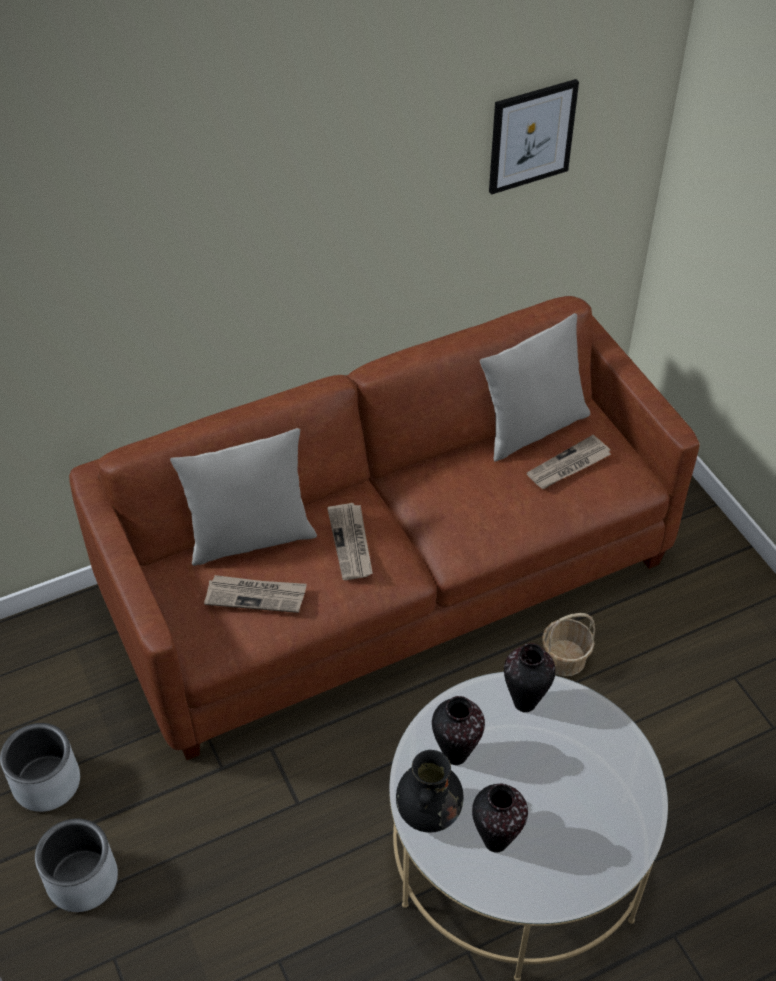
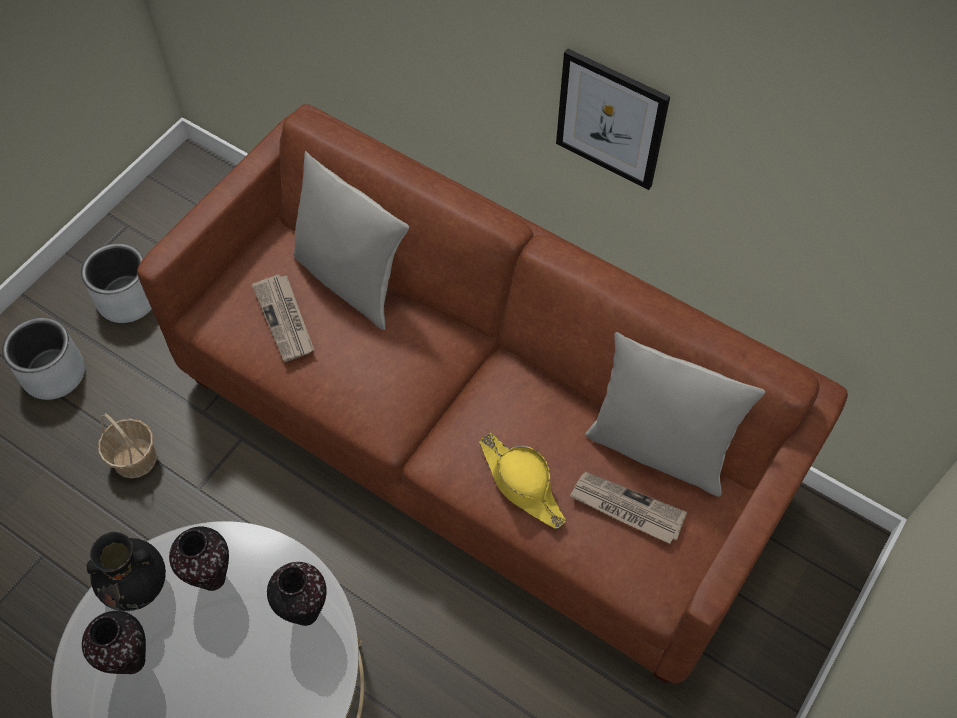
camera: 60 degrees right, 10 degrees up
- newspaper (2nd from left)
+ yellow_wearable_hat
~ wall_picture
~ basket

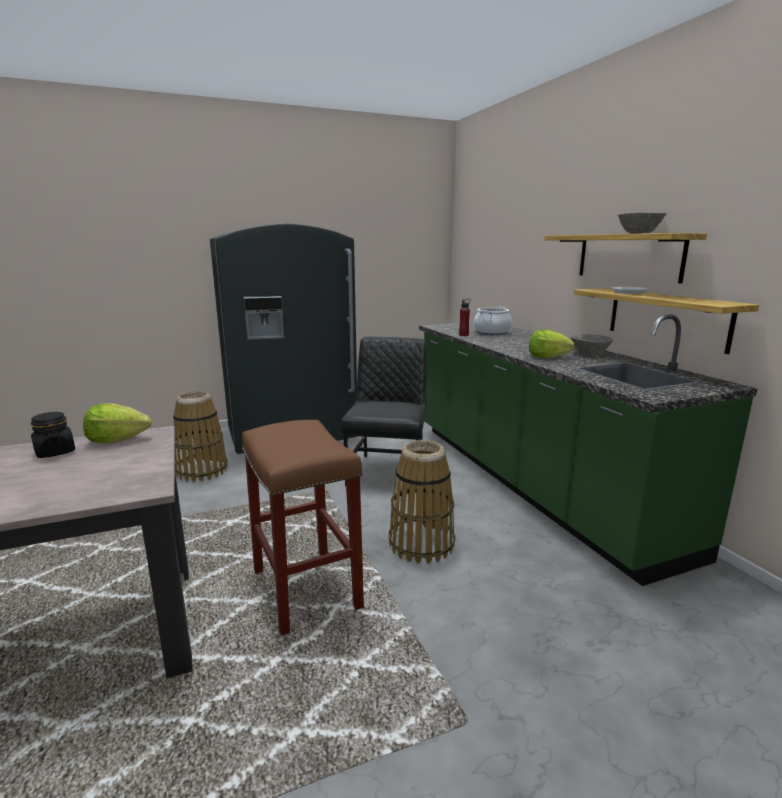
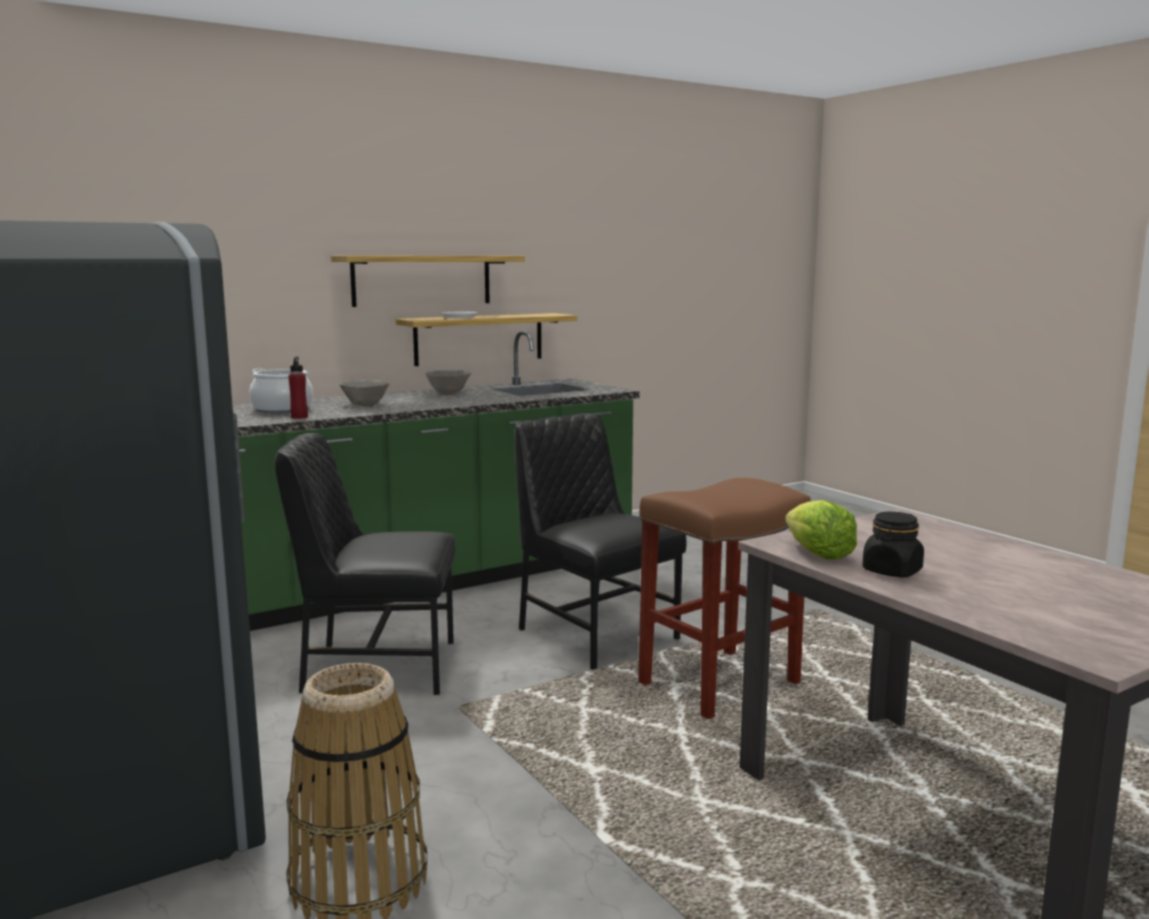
camera: 100 degrees left, 5 degrees down
- lettuce_head (2nd from left)
~ gray_deep_dish (2nd from left in the first image) to gray_deep_dish (1st from left)
~ basket (2nd from left) to blackish_upright_chair (2nd from left)

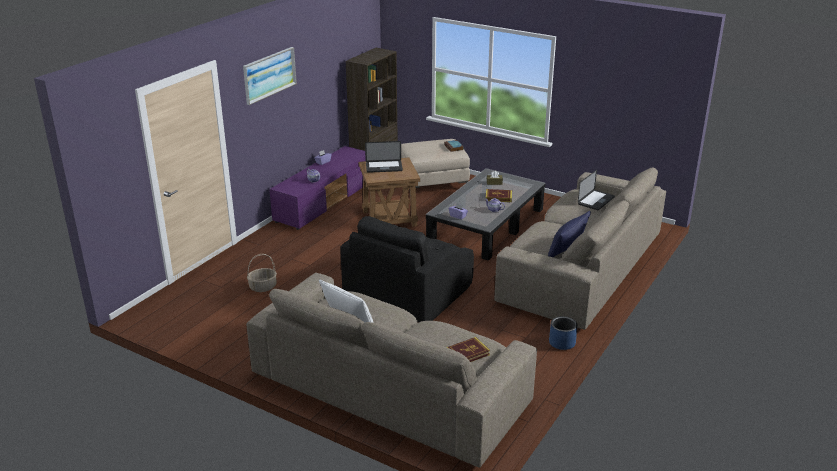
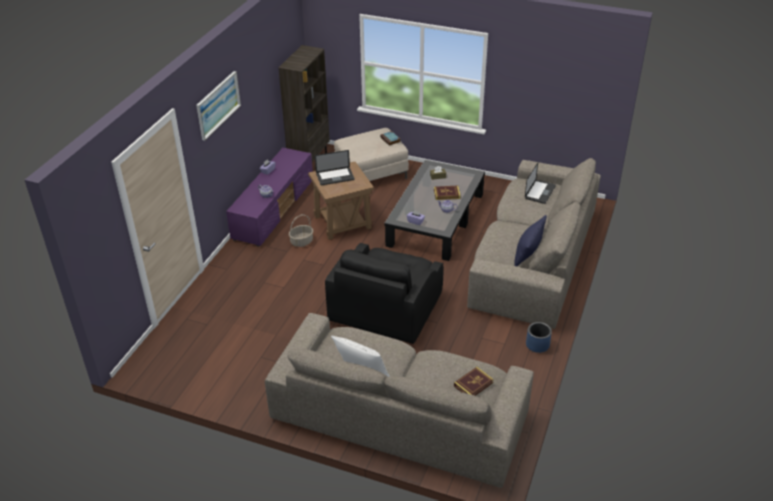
camera: 10 degrees left, 10 degrees up
~ basket

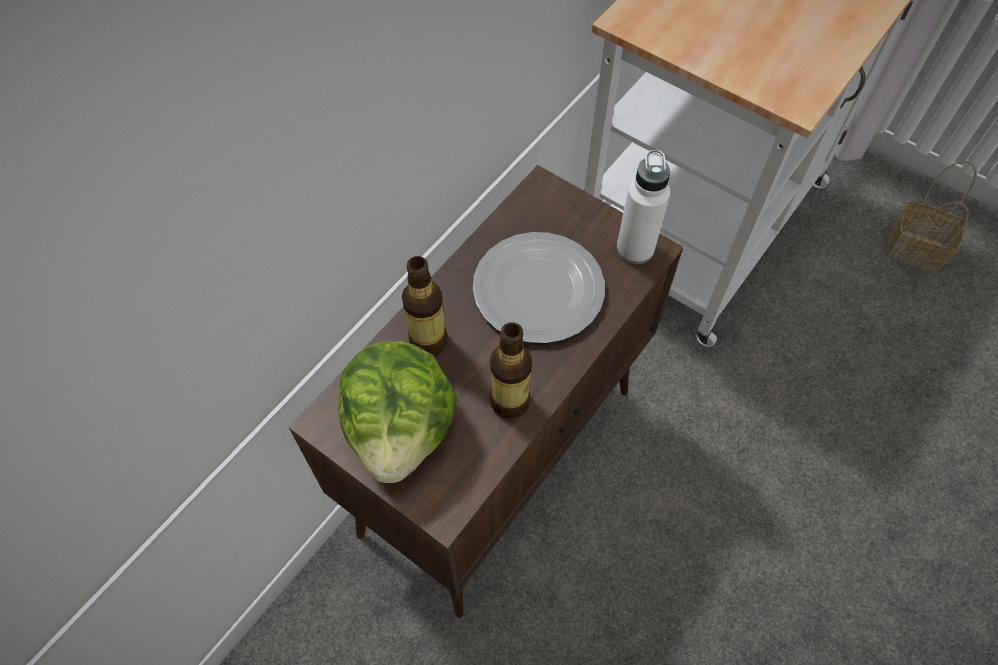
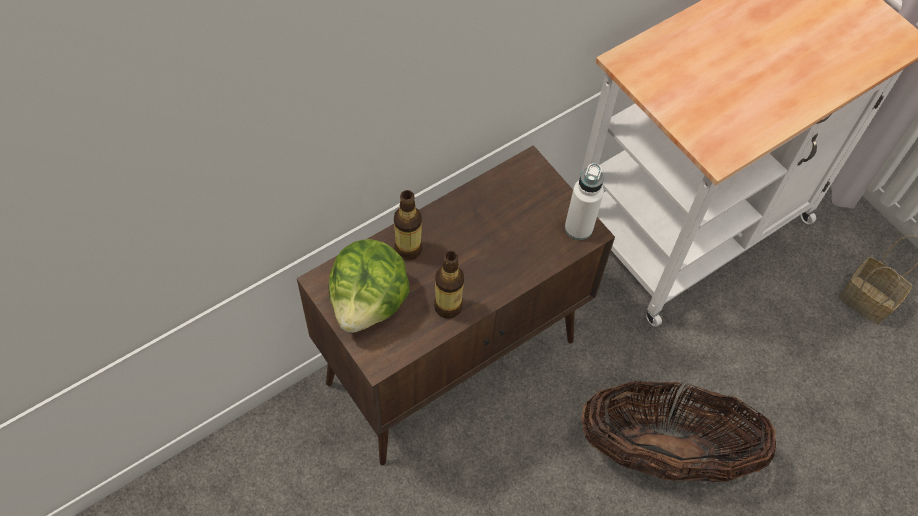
camera: 15 degrees right, 0 degrees up
- flat_dish
+ basket (1st from left)

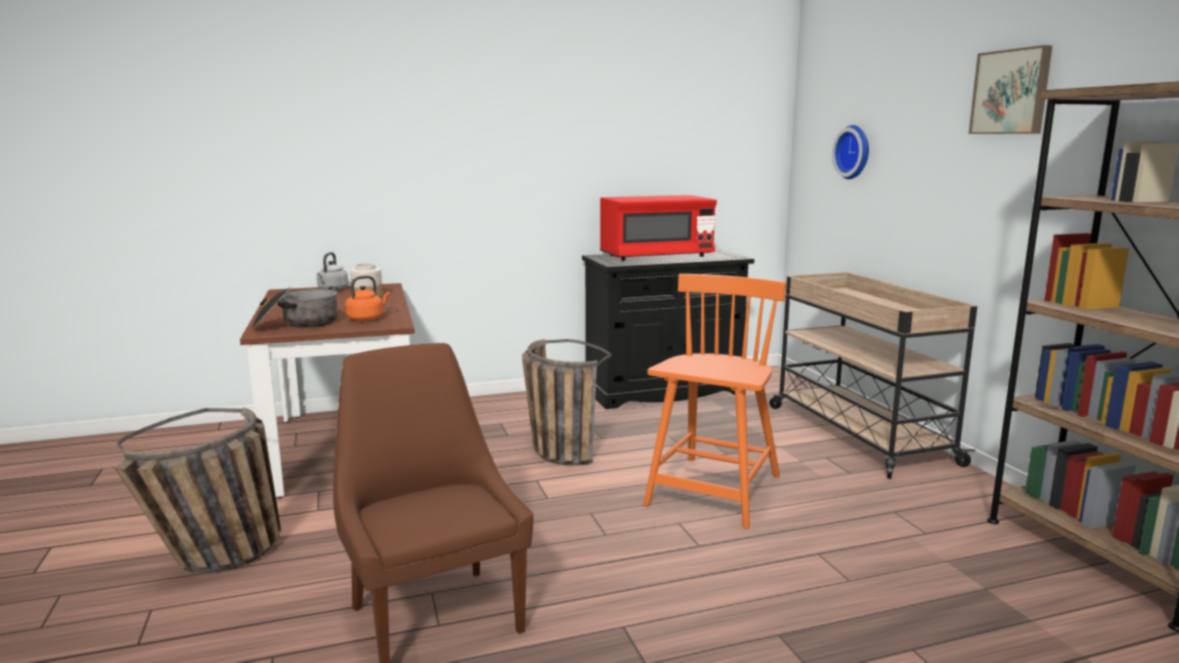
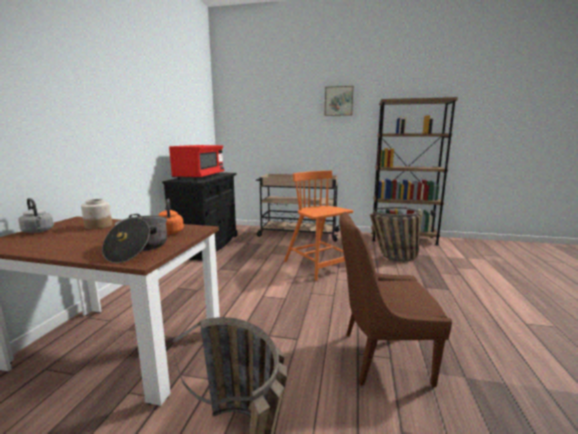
camera: 60 degrees left, 0 degrees up
- hanging_clock
~ basket (2nd from left)

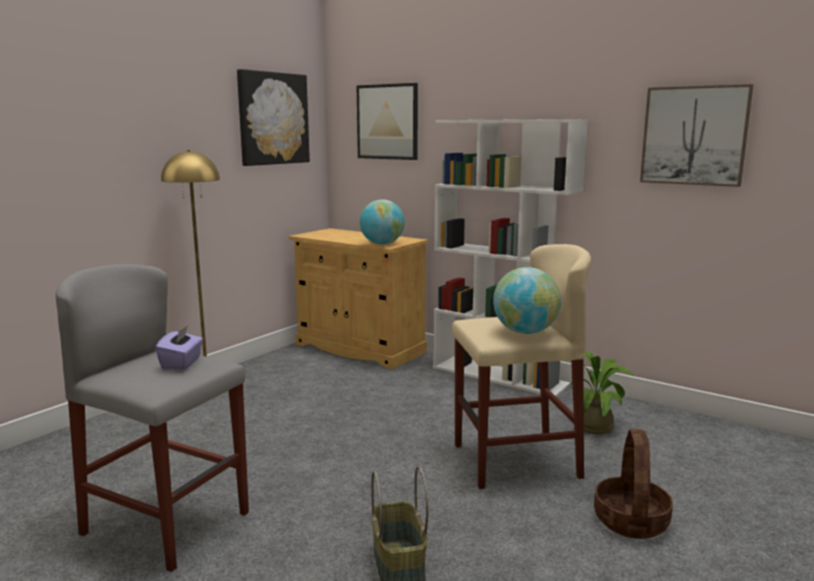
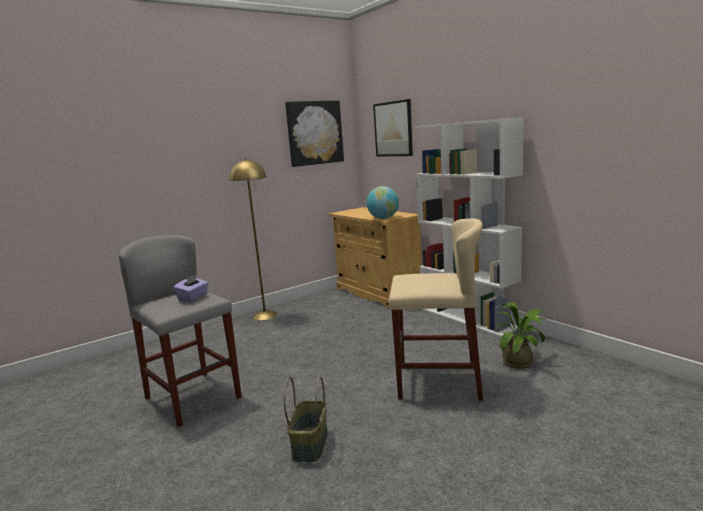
camera: 20 degrees right, 0 degrees up
- desk_globe (2nd from left)
- basket (2nd from left)
- wall_picture (3rd from left)

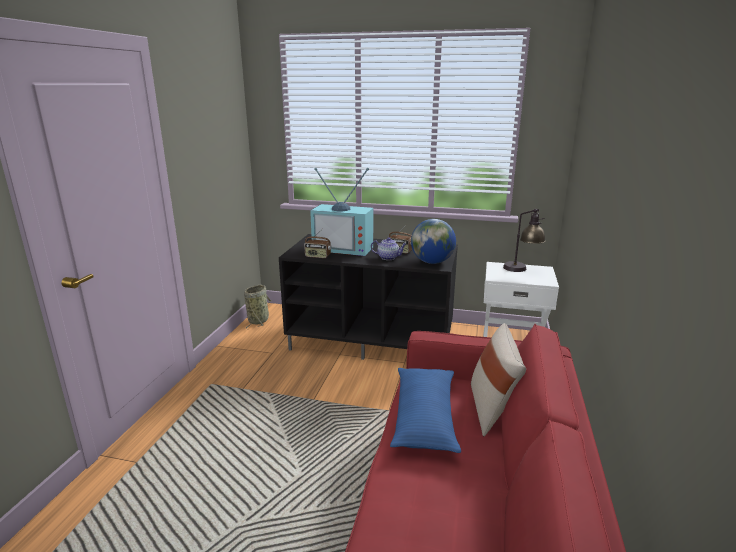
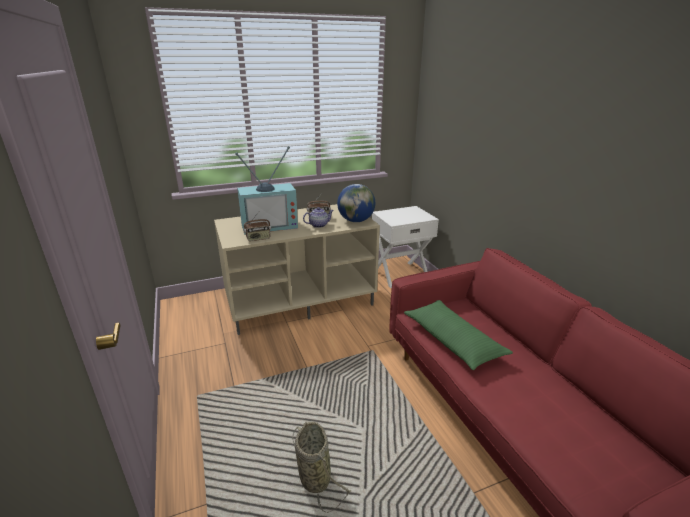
camera: 35 degrees left, 5 degrees up
- sand-coloured_cushion
- tabletop_lamp
~ basket
~ blackish_tv_stand to sand-coloured_tv_stand
~ bluish_cushion to green-coloured_cushion

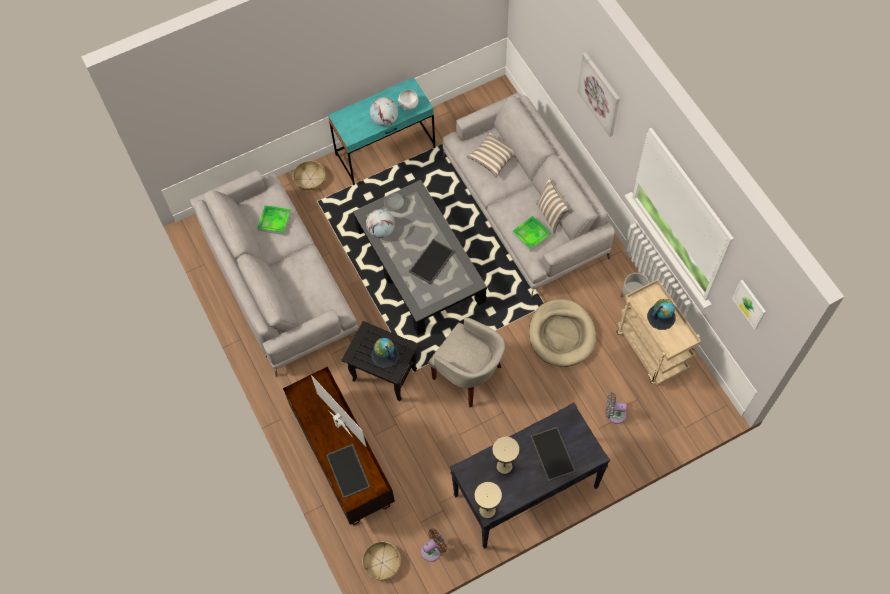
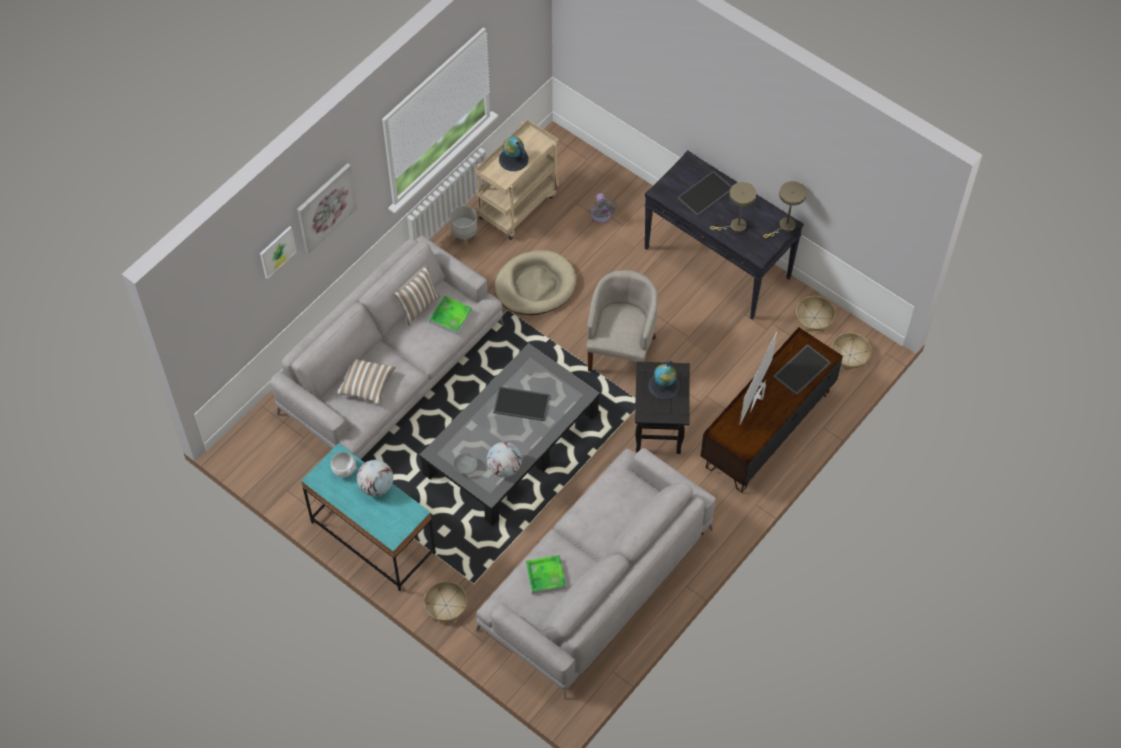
camera: 115 degrees left, 5 degrees down
~ wall_picture (2nd from left in the first image) to wall_picture (1st from left)
~ brown_cooling_fan to basket (2nd from left)

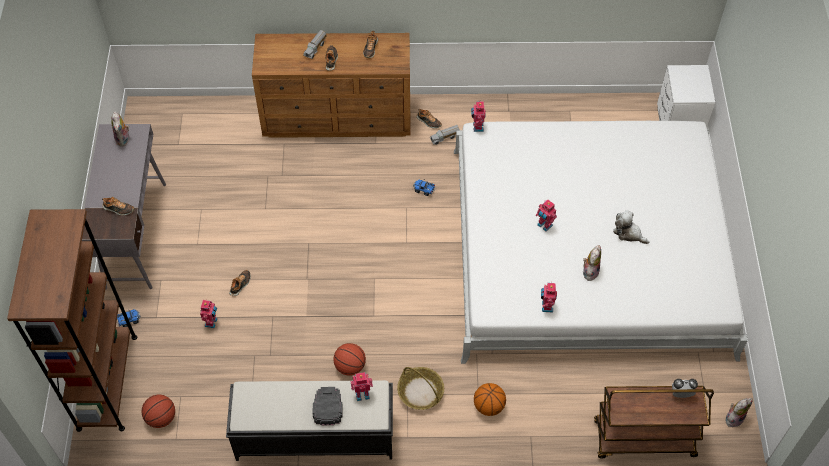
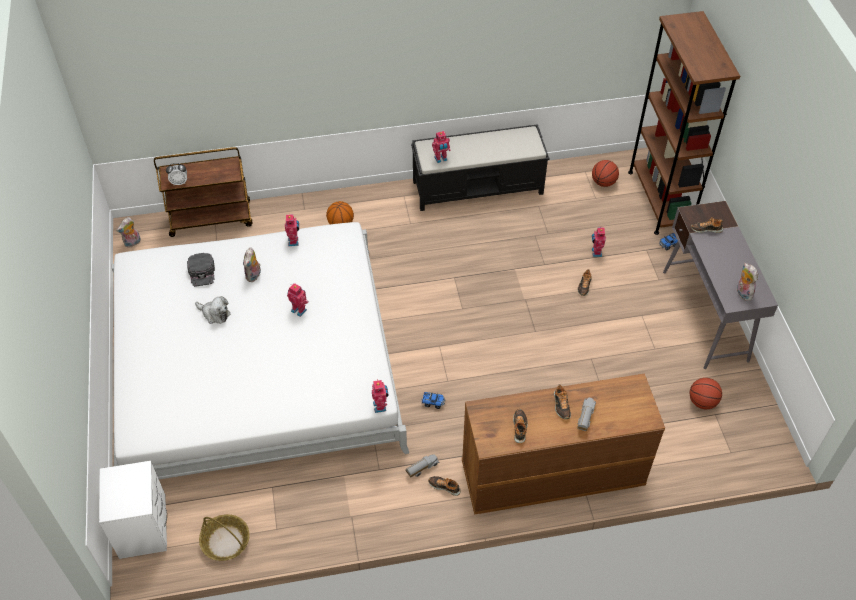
camera: 170 degrees right, 5 degrees down
~ blackish_peaked_cap
~ ball_for_basketball (2nd from left in the first image) to ball_for_basketball (3rd from left)
~ basket

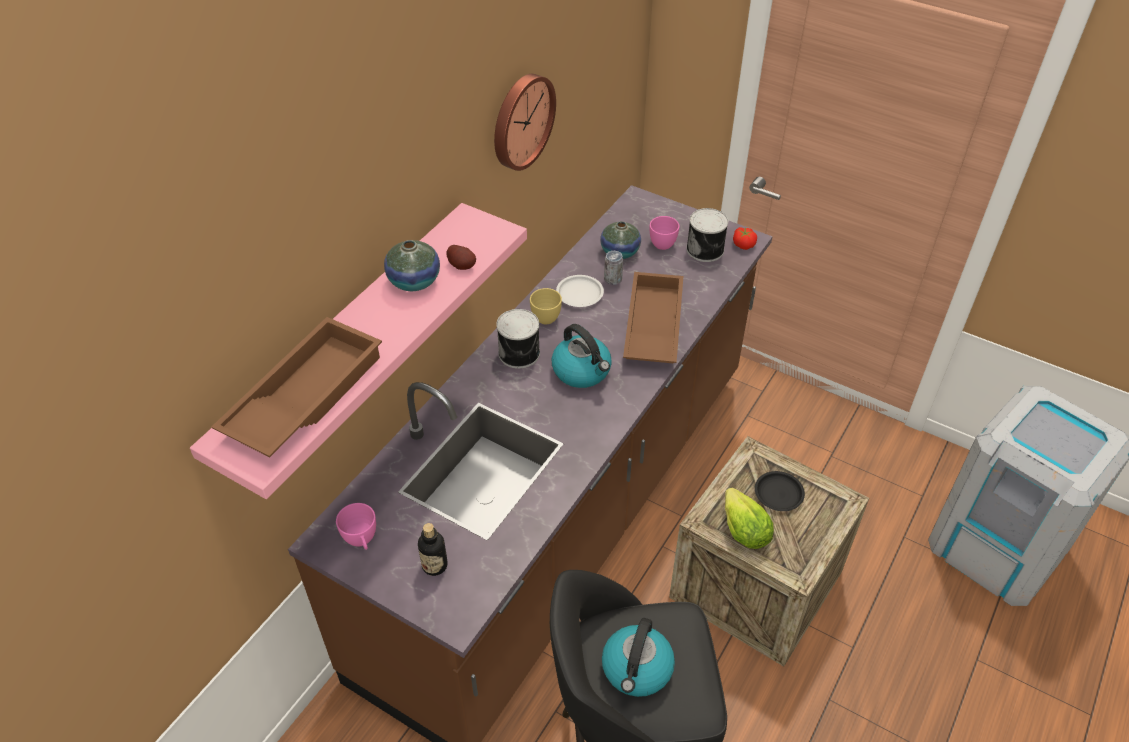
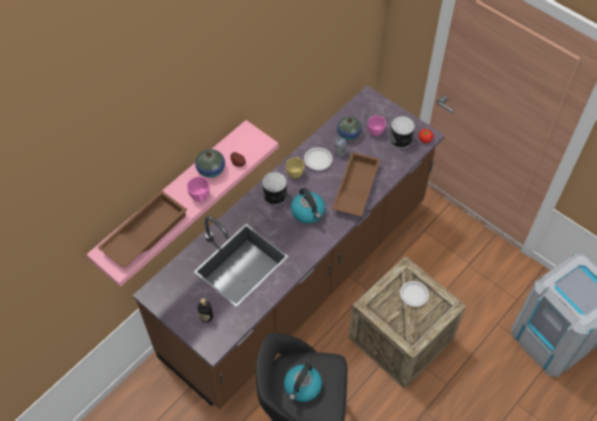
camera: 10 degrees right, 10 degrees up
- hanging_clock
- lettuce_head
~ pinkish_small_cup (1st from left)
~ blackish_flat_dish to white-coloured_flat_dish (2nd from left)

